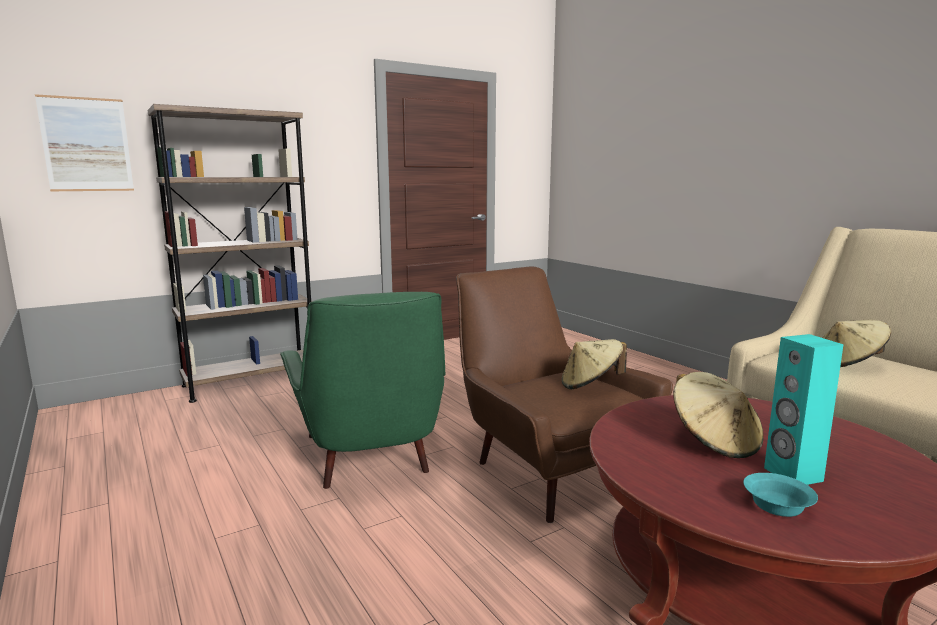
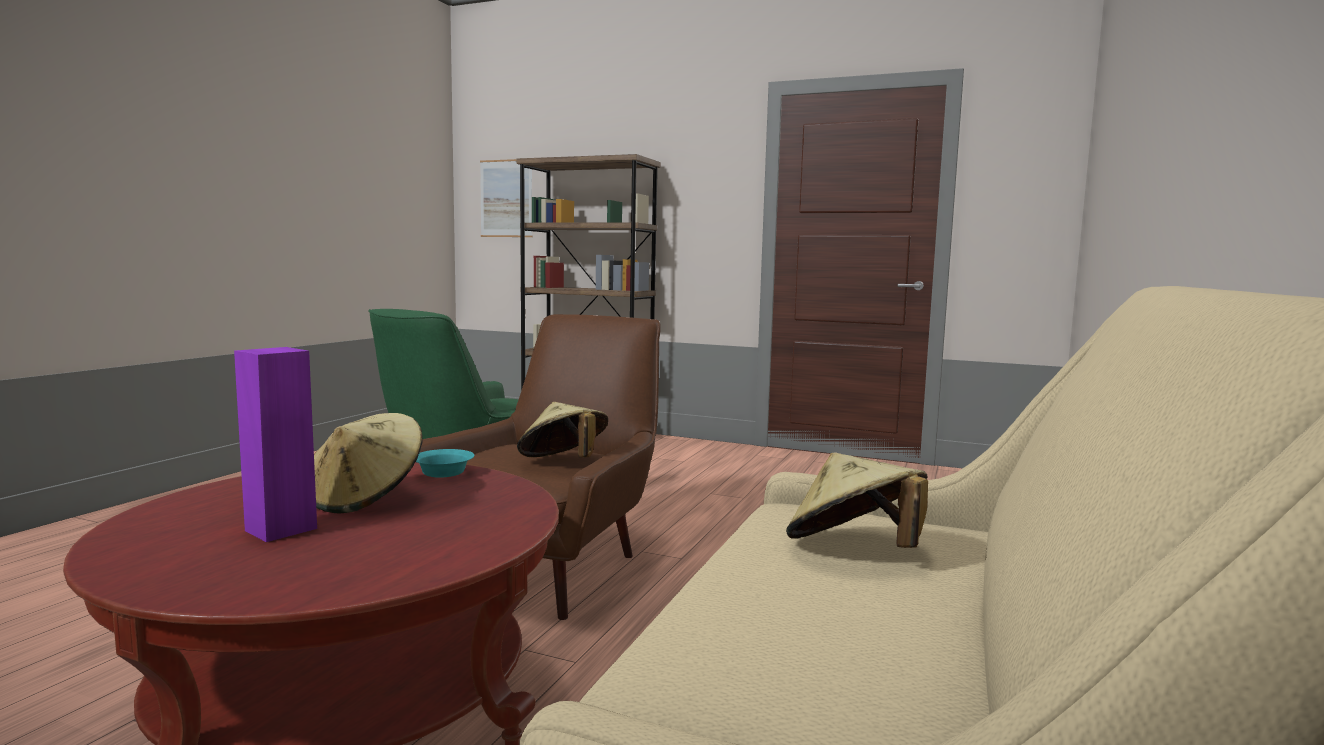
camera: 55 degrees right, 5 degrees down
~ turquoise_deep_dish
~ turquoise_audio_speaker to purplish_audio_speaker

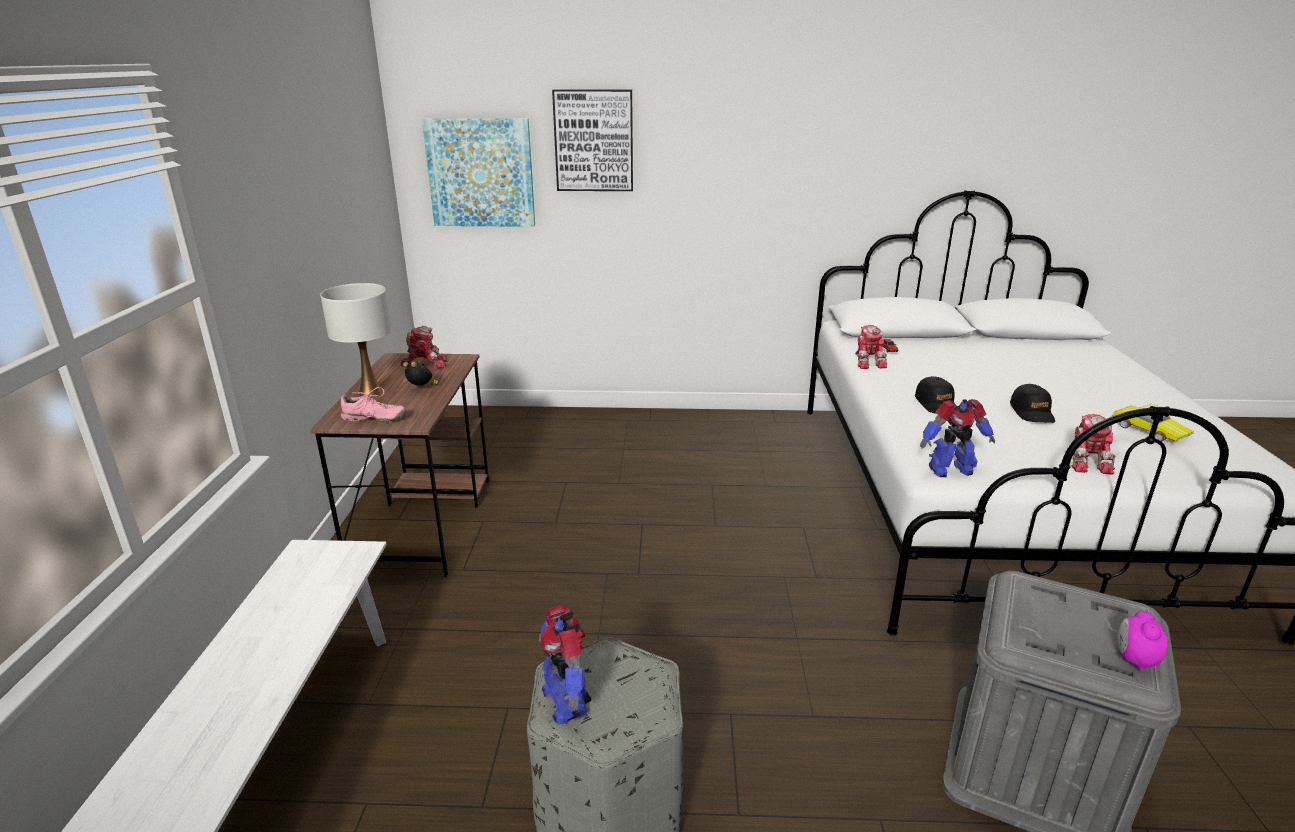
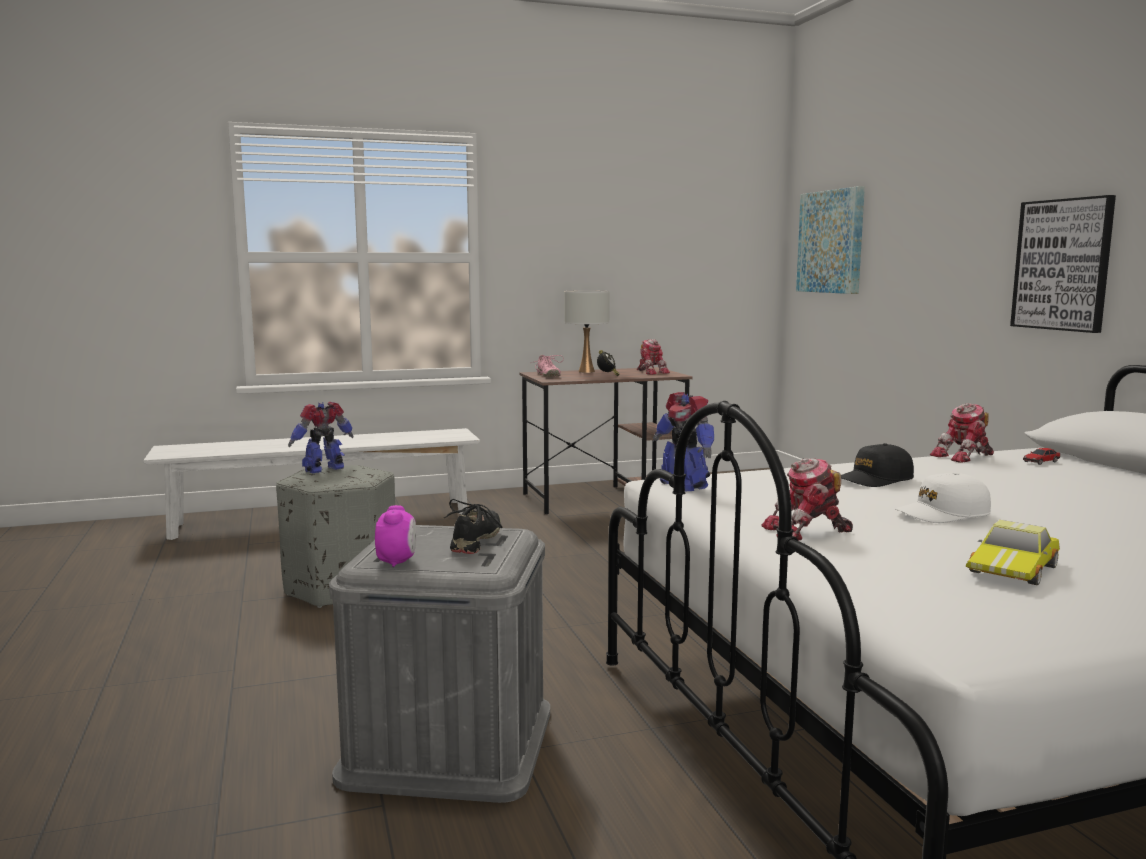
camera: 70 degrees right, 15 degrees down
+ blackish_item_of_footwear
~ wall_picture (2nd from left)
~ blackish_peaked_cap (2nd from left) to white-coloured_peaked_cap
~ alarm_clock (2nd from left in the first image) 90 degrees clockwise

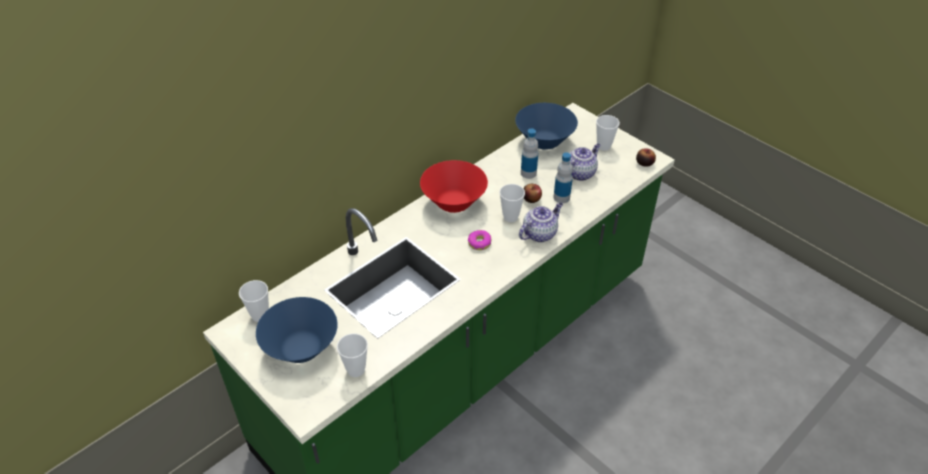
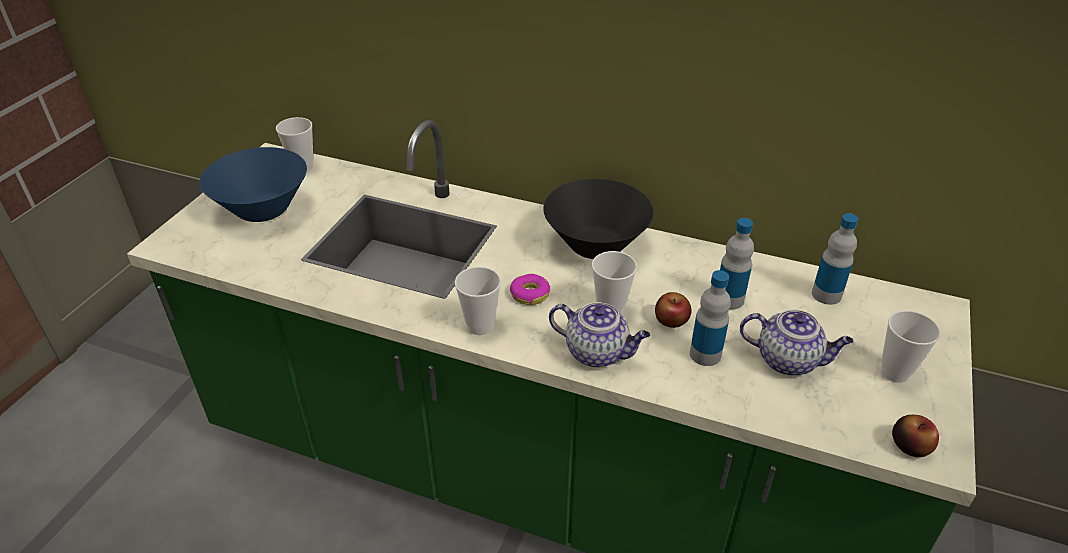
camera: 65 degrees right, 5 degrees down
~ small_cup (2nd from left)
~ bluish_deep_dish (2nd from left) to drink_bottle (3rd from left)
~ red-coloured_deep_dish to blackish_deep_dish

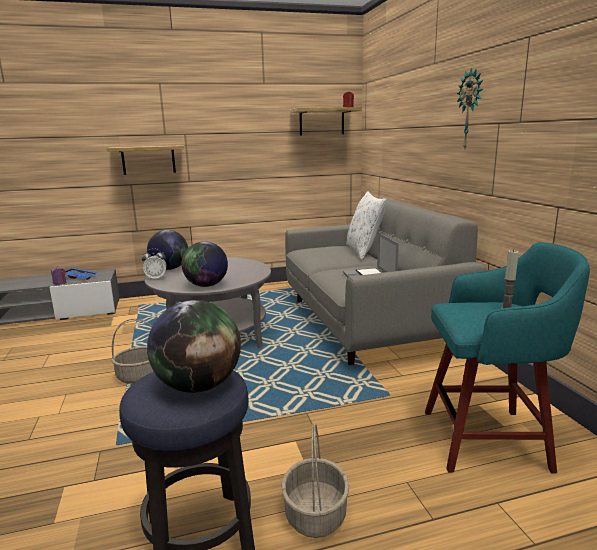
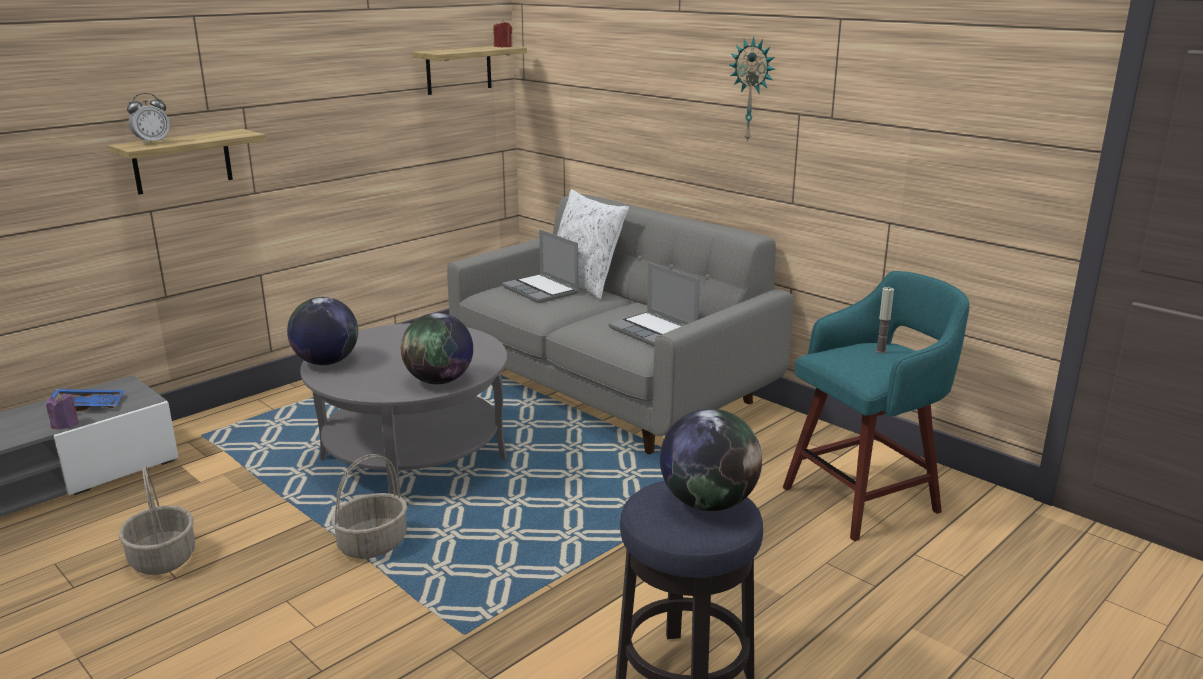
camera: 30 degrees left, 5 degrees up
+ portable_computer (1st from left)
~ alarm_clock
~ basket (2nd from left in the first image) to basket (1st from left)

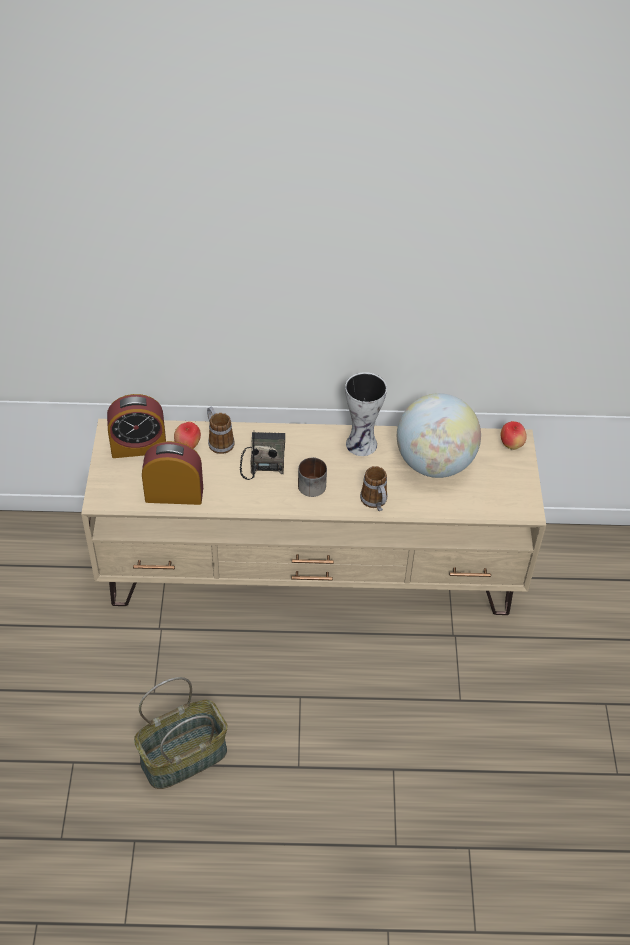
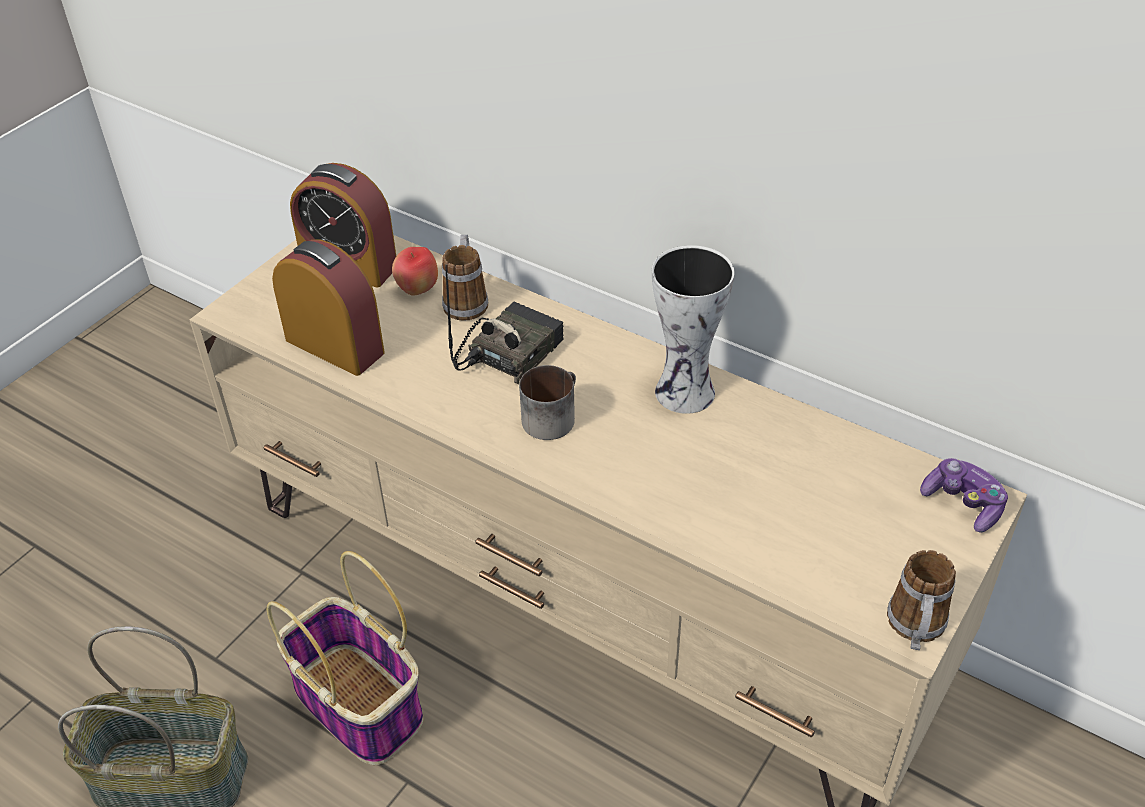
camera: 35 degrees right, 5 degrees down
- desk_globe
+ basket (2nd from left)
~ tea_mug (3rd from left)
~ apple (2nd from left) to gamepad

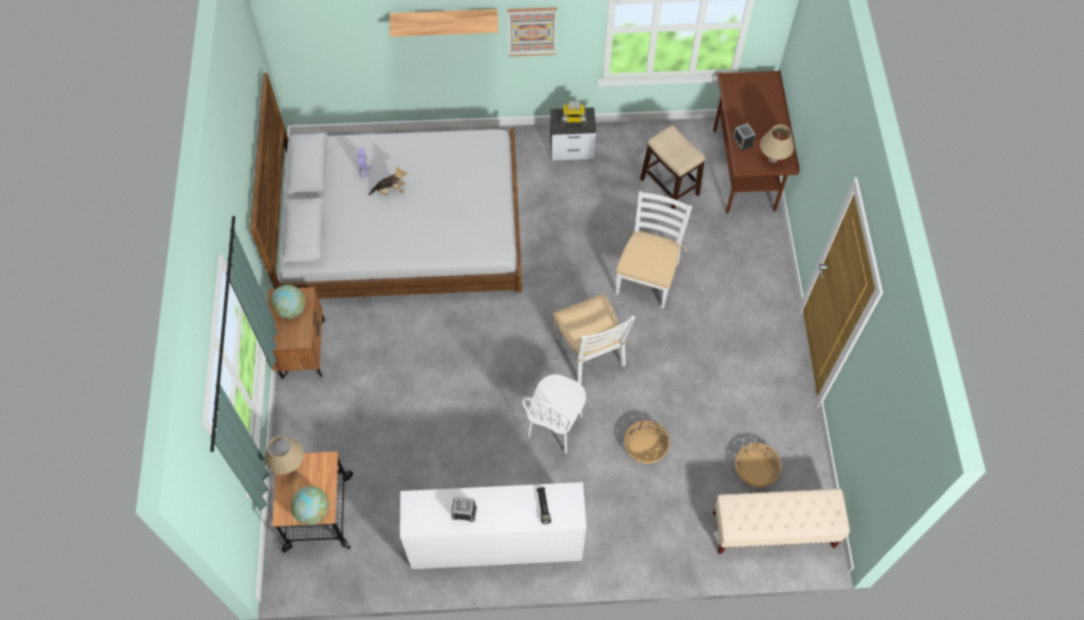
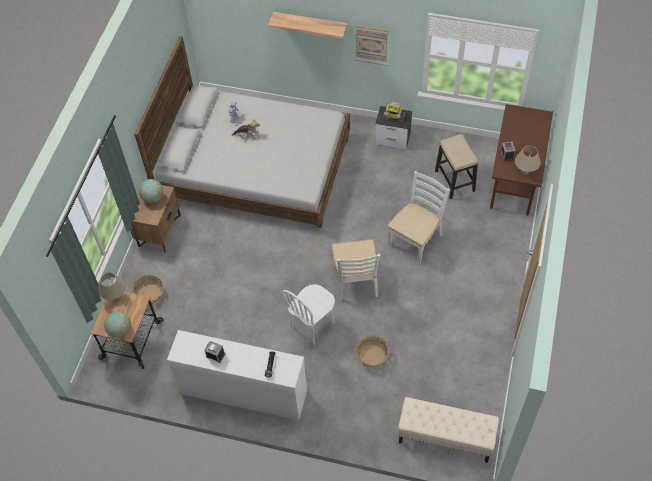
camera: 20 degrees right, 5 degrees down
~ basket (2nd from left in the first image) to basket (1st from left)

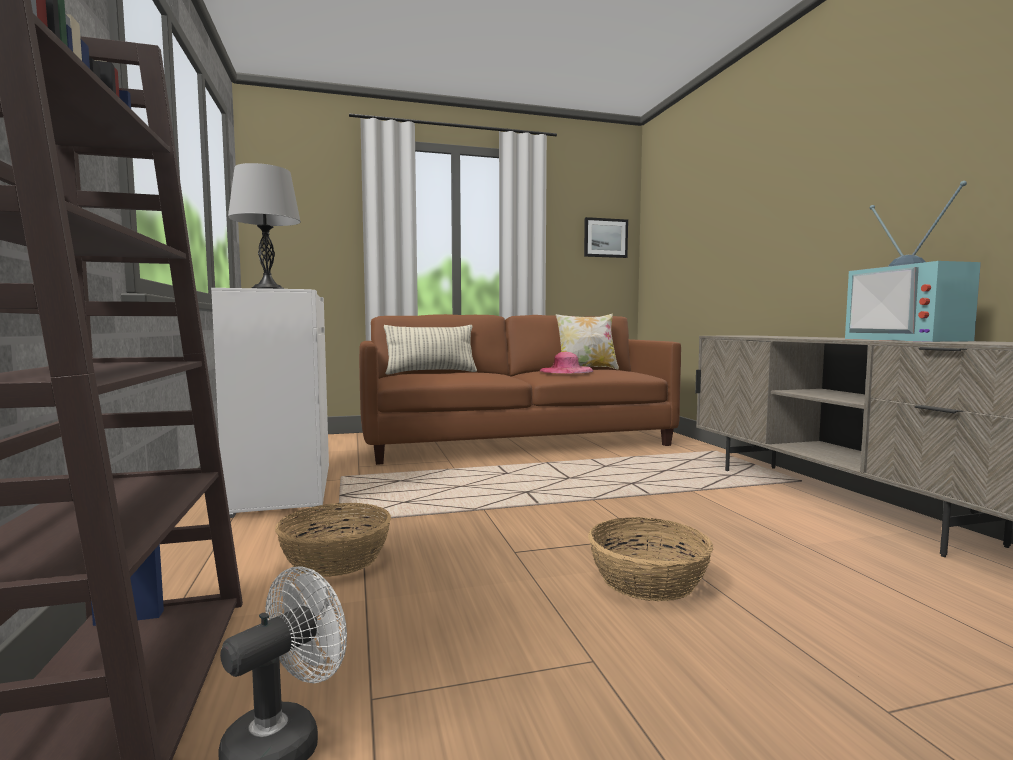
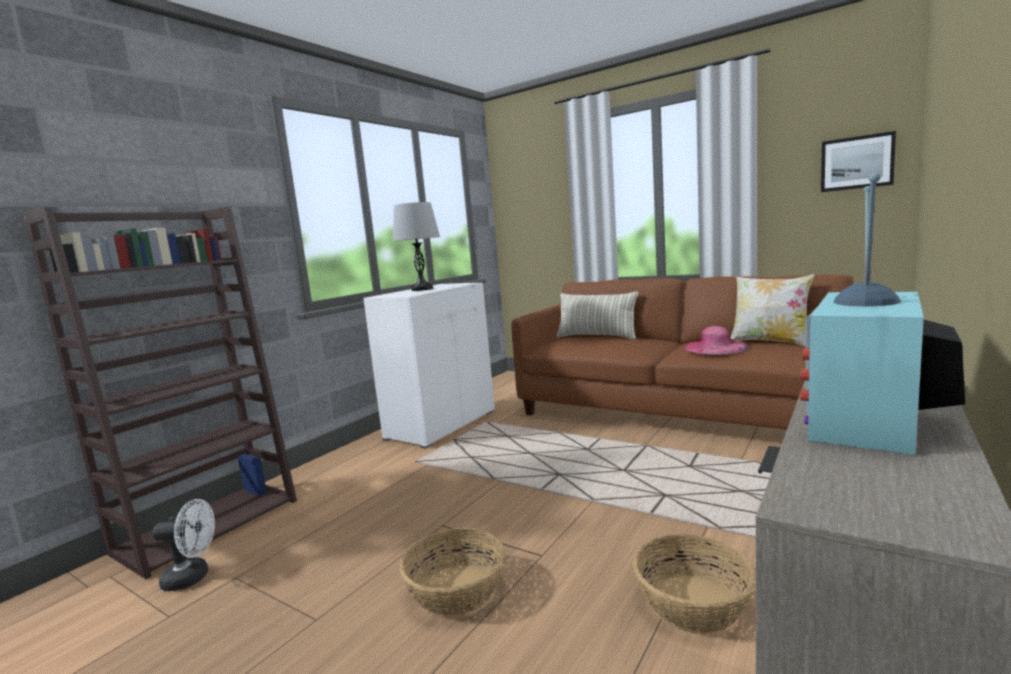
camera: 50 degrees right, 5 degrees up
~ basket (1st from left in the first image) to basket (2nd from left)

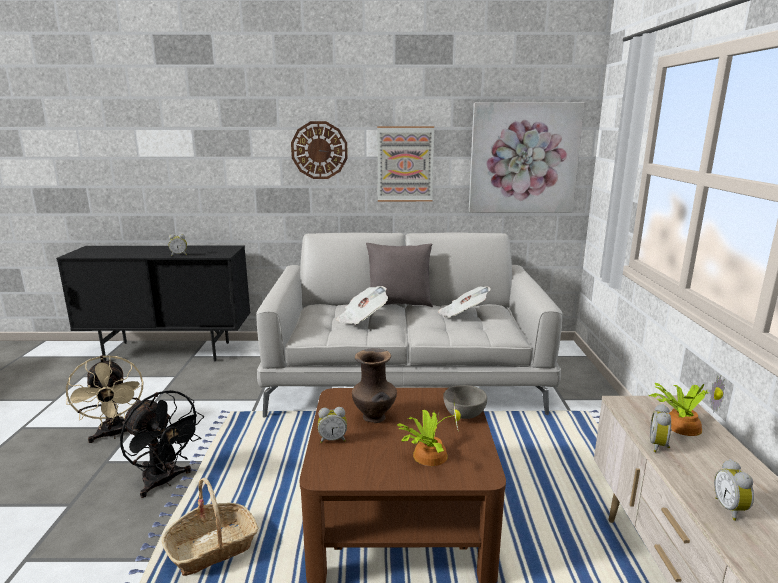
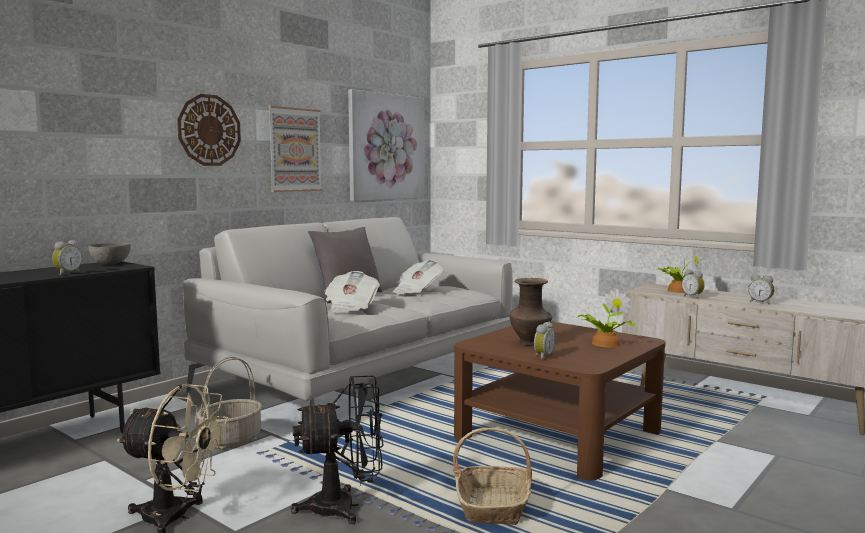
camera: 50 degrees left, 10 degrees down
+ basket (1st from left)
~ gray_deep_dish

